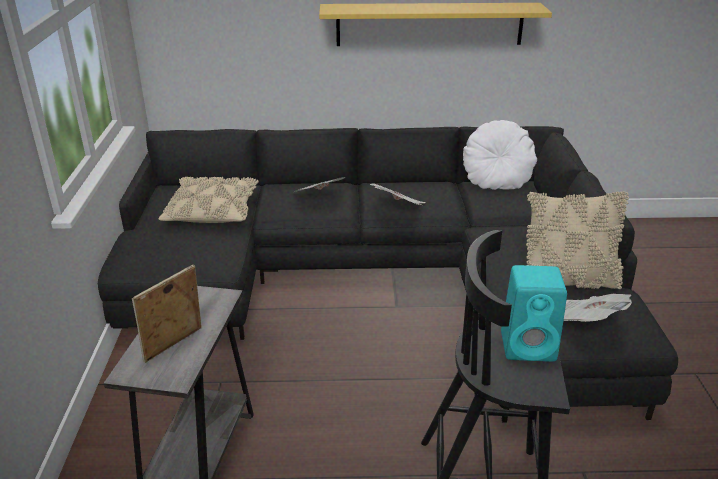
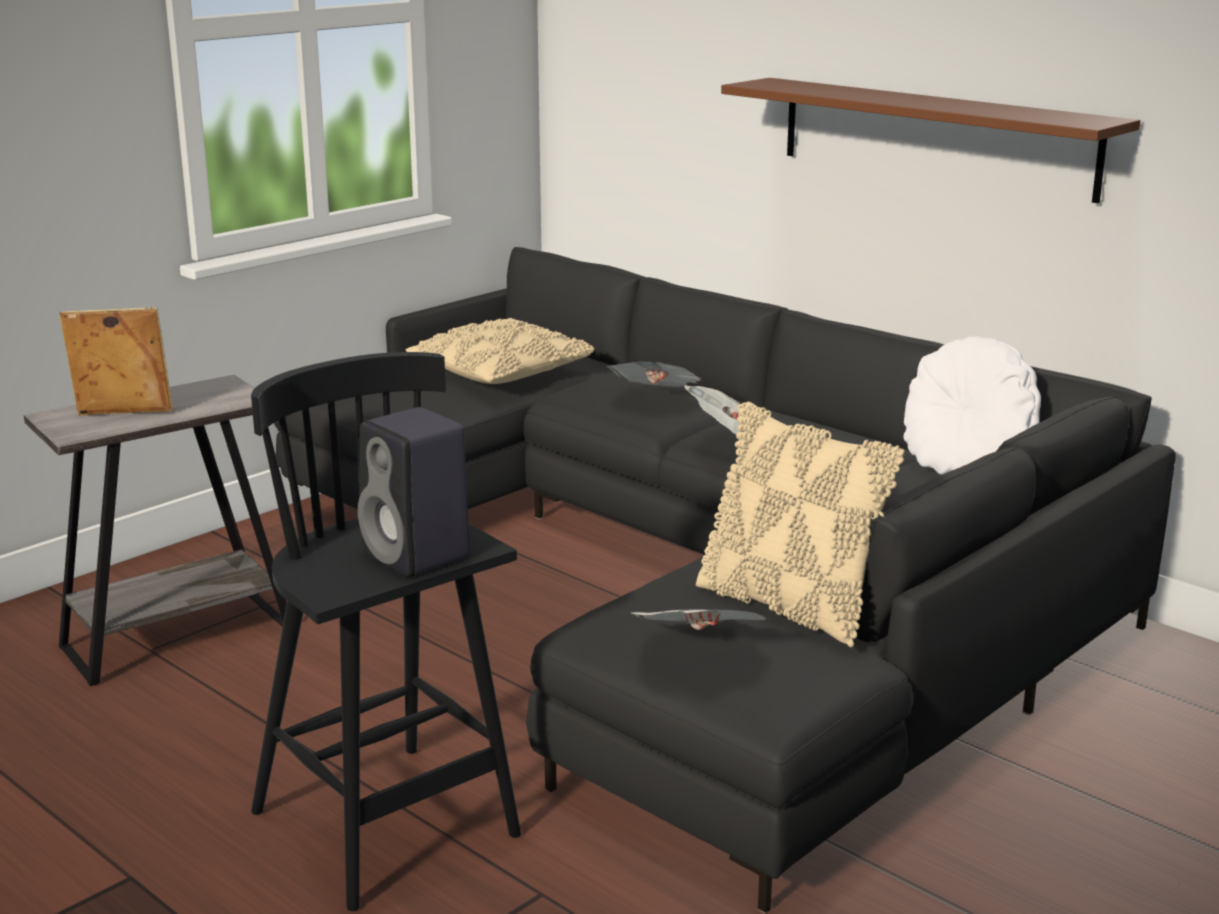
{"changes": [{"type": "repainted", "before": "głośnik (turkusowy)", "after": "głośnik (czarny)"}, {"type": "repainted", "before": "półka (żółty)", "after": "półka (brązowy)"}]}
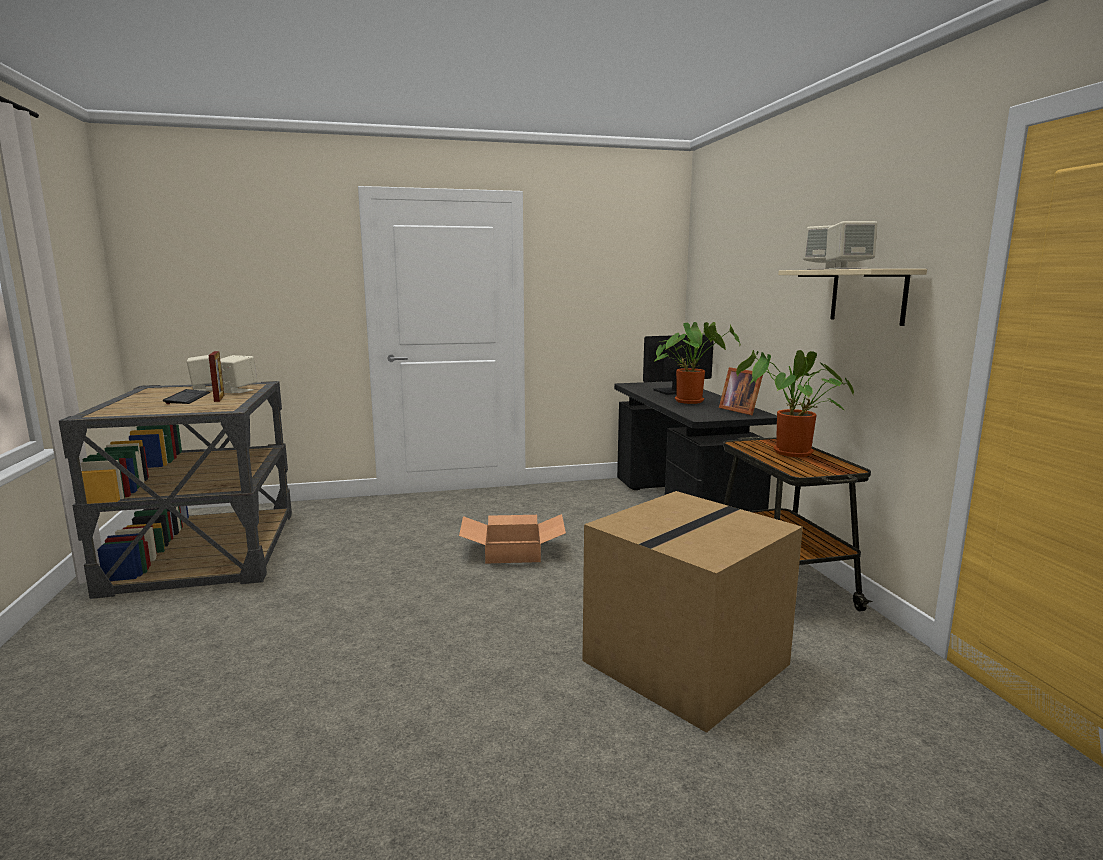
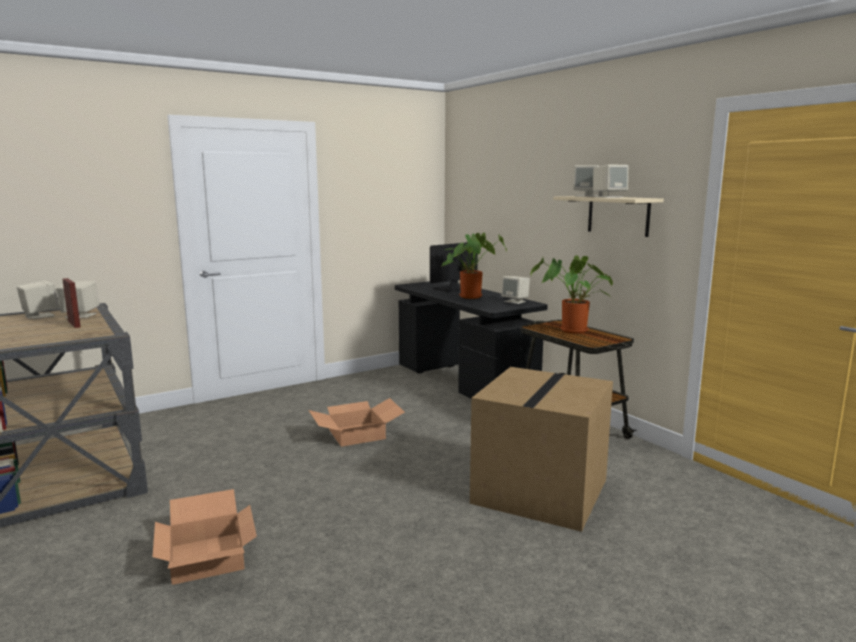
{"changes": [{"type": "new", "after": "karton (no. 1 from left)"}, {"type": "swapped", "before": "ramka na zdjęcie (no. 2 from left)", "after": "głośnik (beżowy) (no. 3 from left)"}, {"type": "gone", "before": "klawiatura"}]}
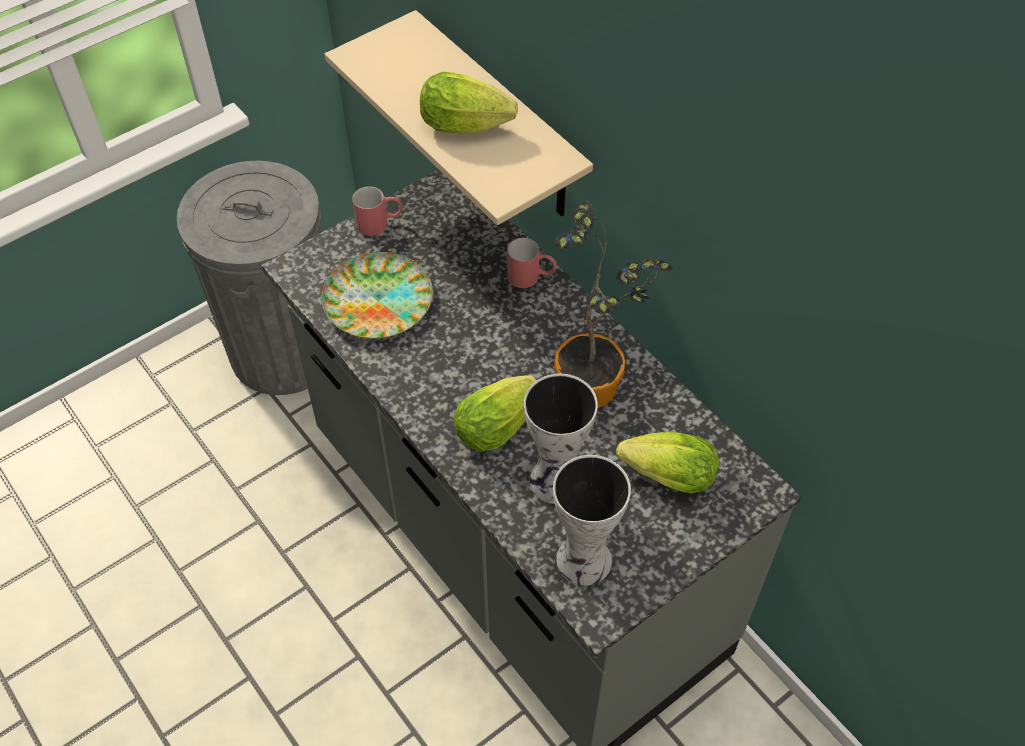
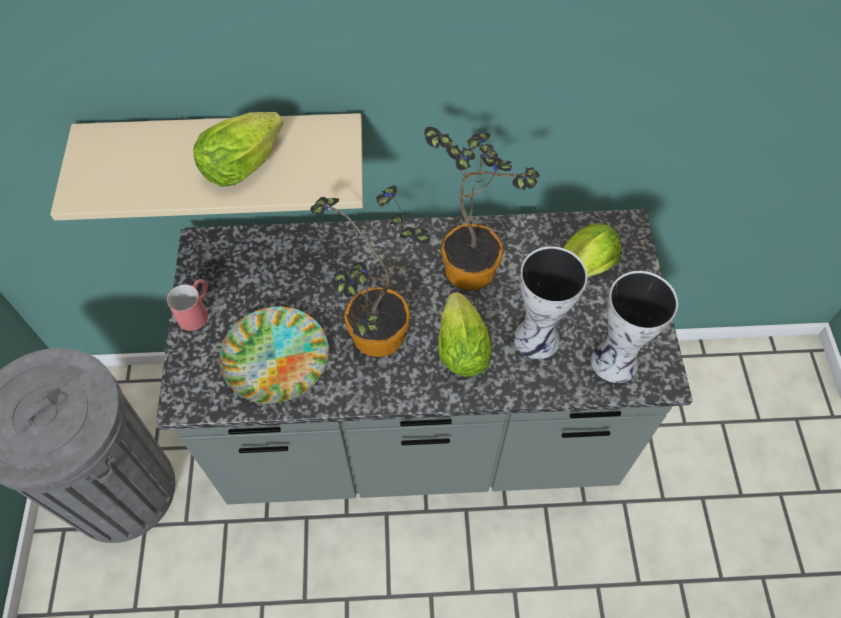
{"changes": [{"type": "new", "after": "roślina doniczkowa (no. 1 from left)"}, {"type": "gone", "before": "kubek (czerwony) (no. 2 from left)"}]}
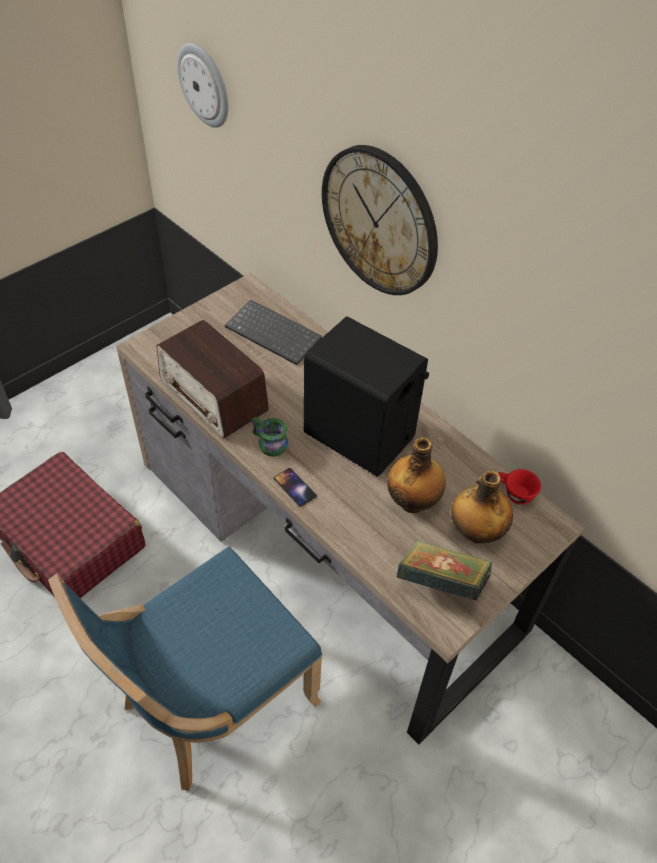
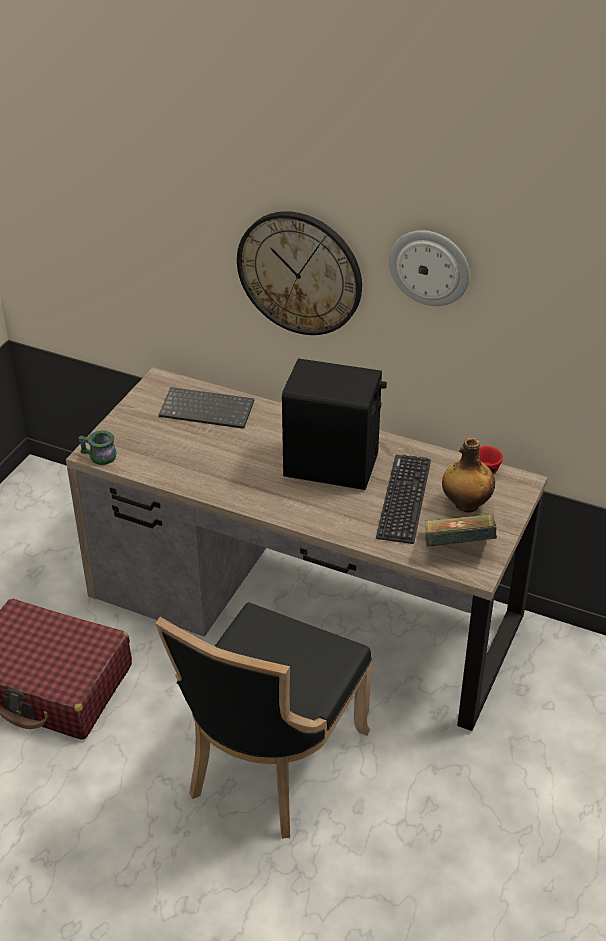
{"changes": [{"type": "shifted", "before": "kubek (zielony)"}, {"type": "repainted", "before": "krzesło (niebieski)", "after": "krzesło (czarny)"}, {"type": "swapped", "before": "butelka (no. 1 from left)", "after": "klawiatura (no. 2 from left)"}, {"type": "shifted", "before": "zegar ścienny (no. 1 from left in the first image)", "after": "zegar ścienny (no. 2 from left)"}, {"type": "gone", "before": "radio"}, {"type": "gone", "before": "telefon"}]}
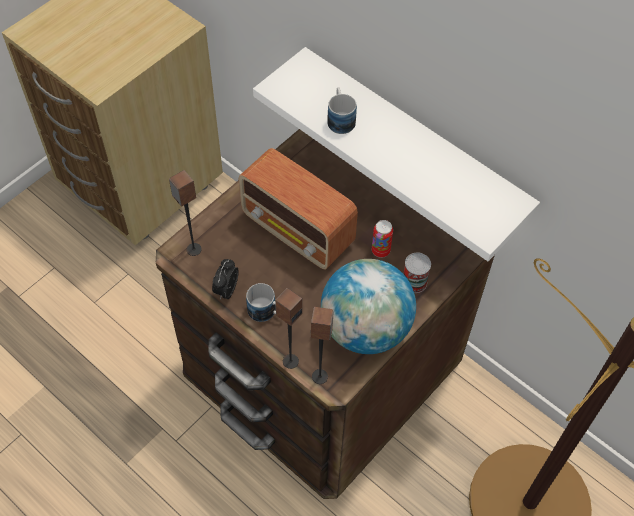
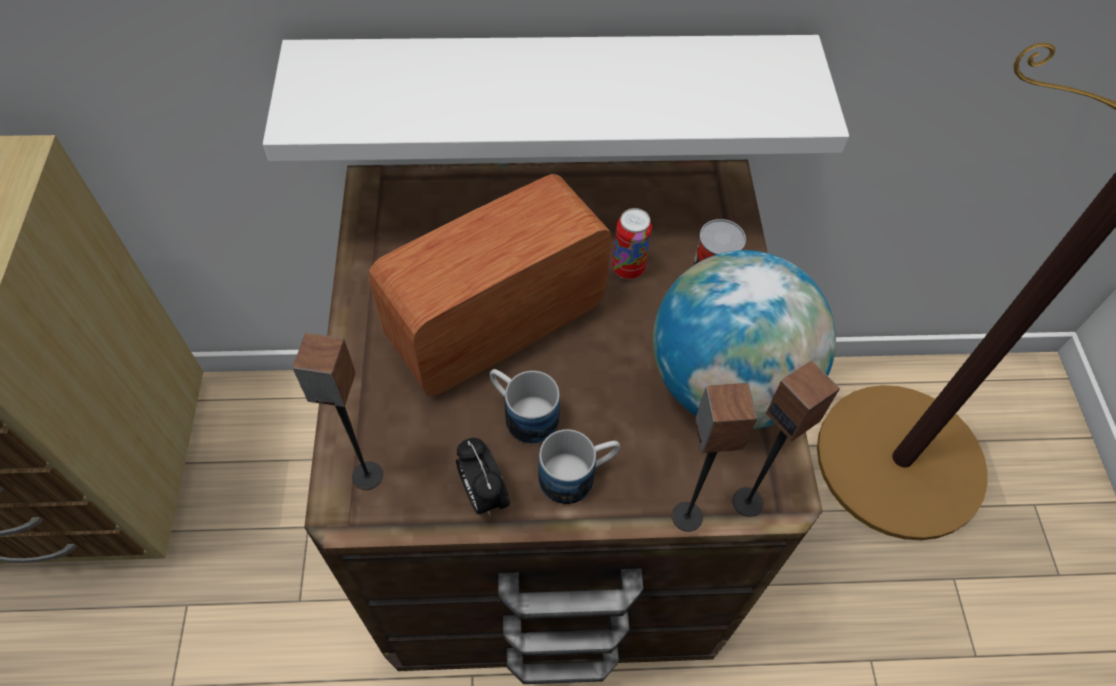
{"changes": [{"type": "rotated", "before": "radio", "turn": 150}, {"type": "shifted", "before": "kubek (no. 2 from left in the first image)", "after": "kubek (no. 1 from left)"}]}
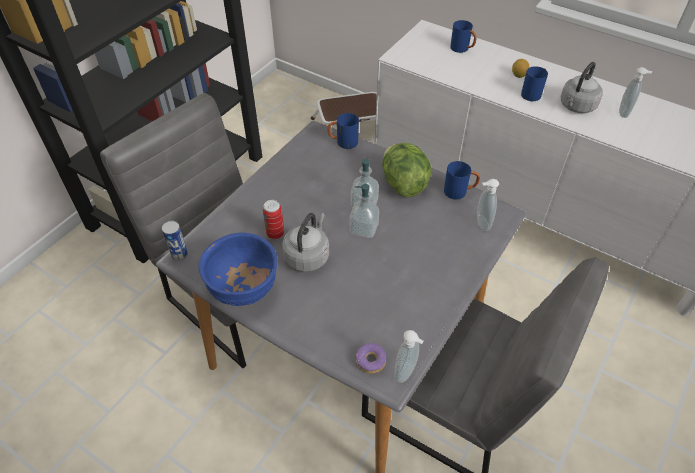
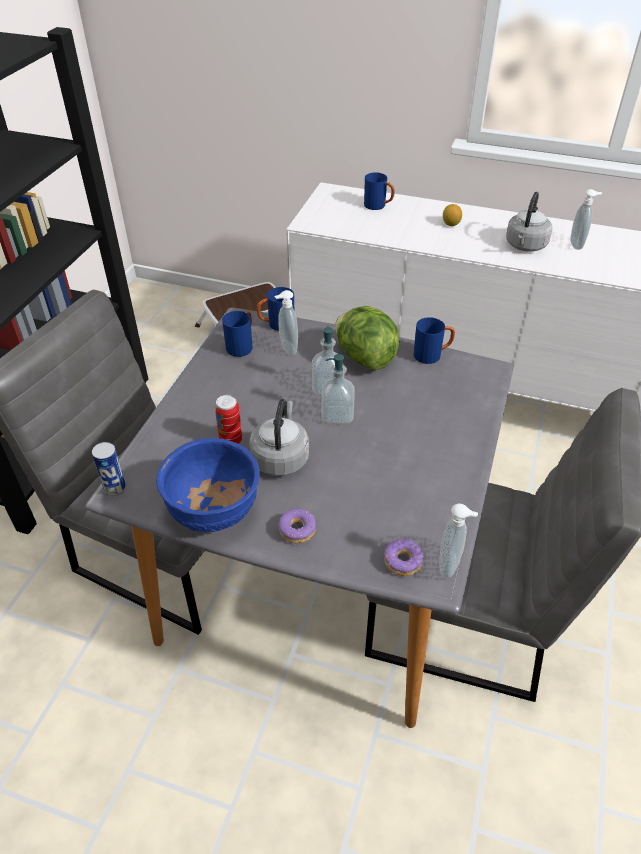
{"changes": [{"type": "shifted", "before": "kubek (niebieski) (no. 4 from left in the first image)", "after": "kubek (niebieski) (no. 1 from left)"}, {"type": "shifted", "before": "dozownik mydła (no. 4 from left in the first image)", "after": "dozownik mydła (no. 1 from left)"}, {"type": "new", "after": "donut (no. 1 from left)"}]}
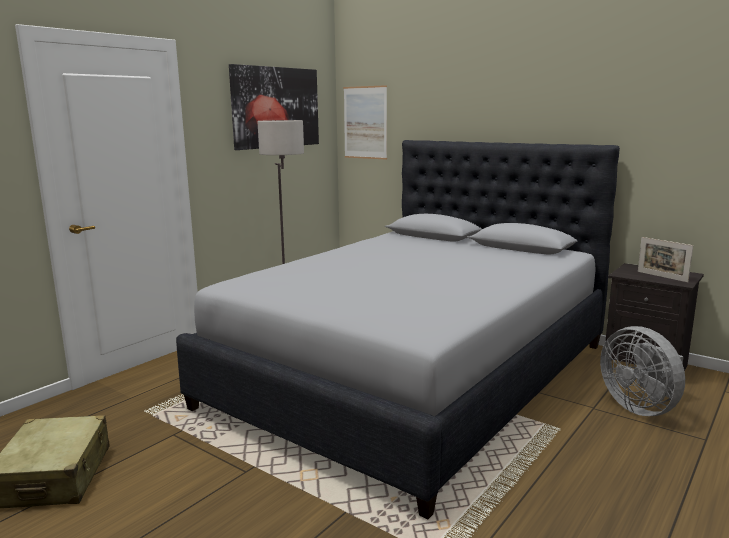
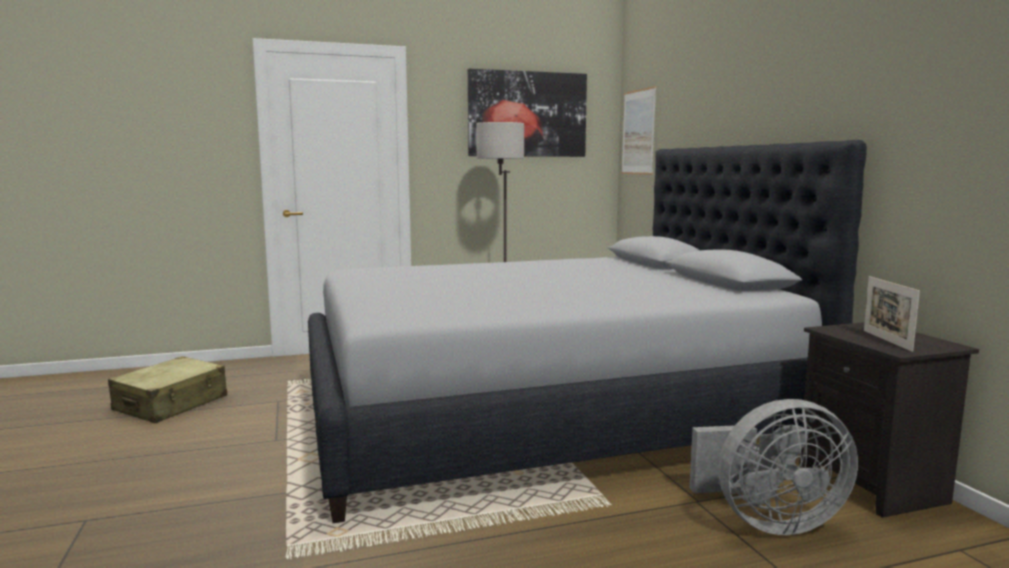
{"changes": [{"type": "rotated", "before": "wentylator (szary)", "turn": -105}]}
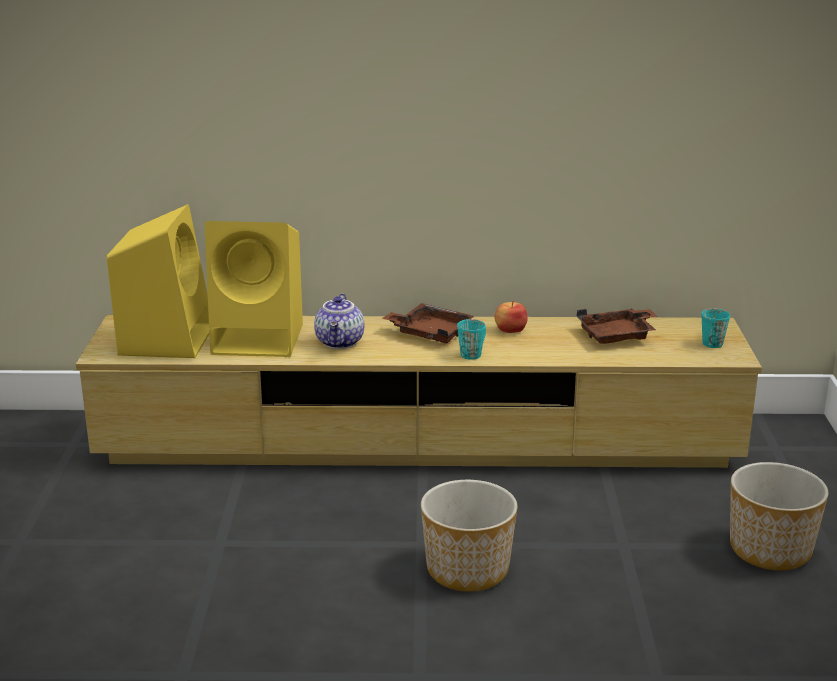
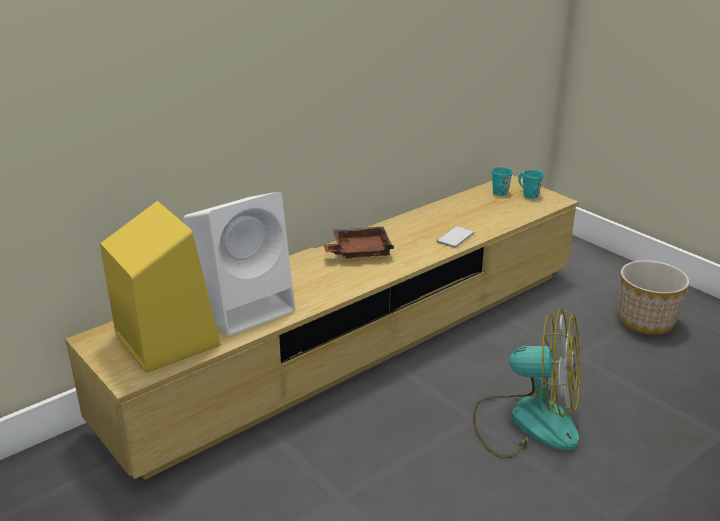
{"changes": [{"type": "repainted", "before": "głośnik (żółty) (no. 2 from left)", "after": "głośnik (biały)"}, {"type": "new", "after": "telefon"}, {"type": "swapped", "before": "donica (no. 1 from left)", "after": "wentylator"}, {"type": "shifted", "before": "kubek (turkusowy) (no. 1 from left)"}, {"type": "gone", "before": "imbryk"}, {"type": "gone", "before": "jabłko"}, {"type": "gone", "before": "taca (brązowy) (no. 2 from left)"}]}
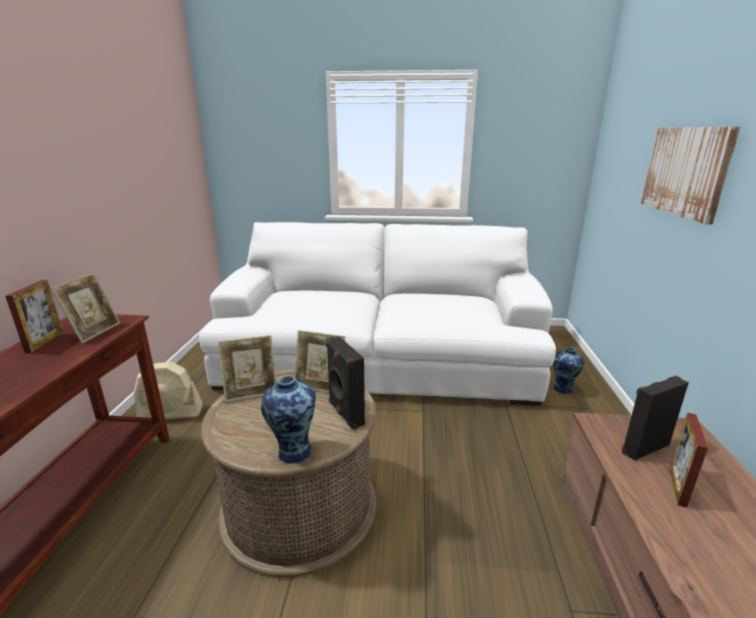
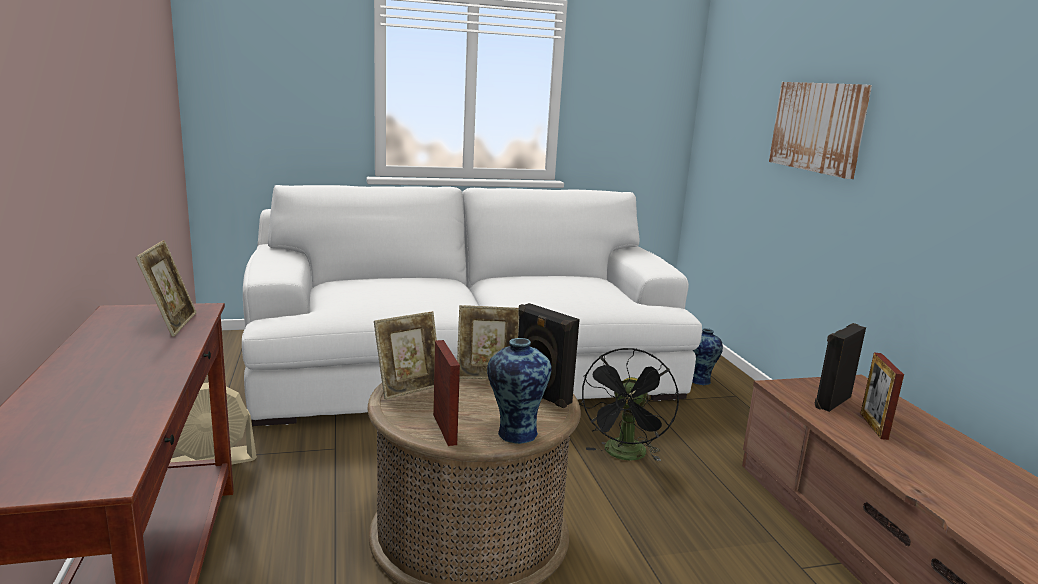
{"changes": [{"type": "shifted", "before": "ramka na zdjęcie (no. 1 from left in the first image)", "after": "ramka na zdjęcie (no. 3 from left)"}, {"type": "new", "after": "wentylator (czarny)"}]}
